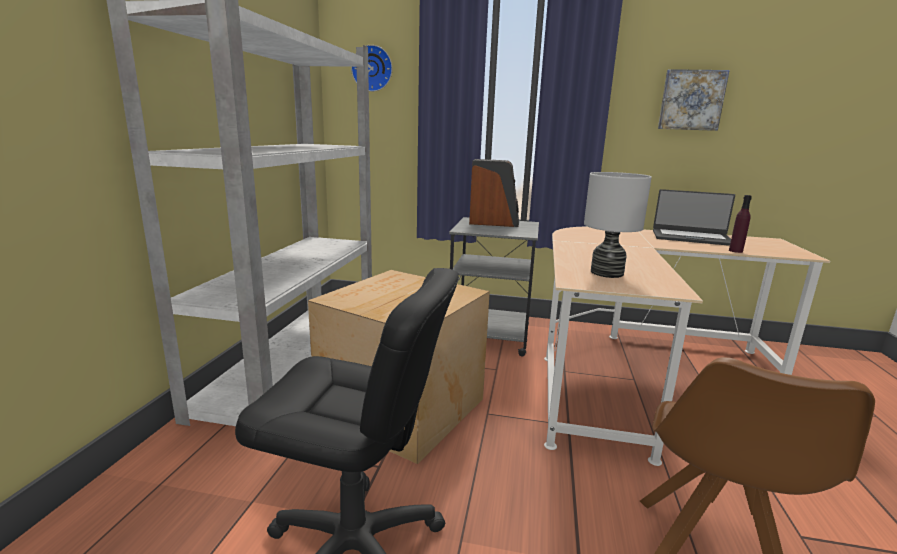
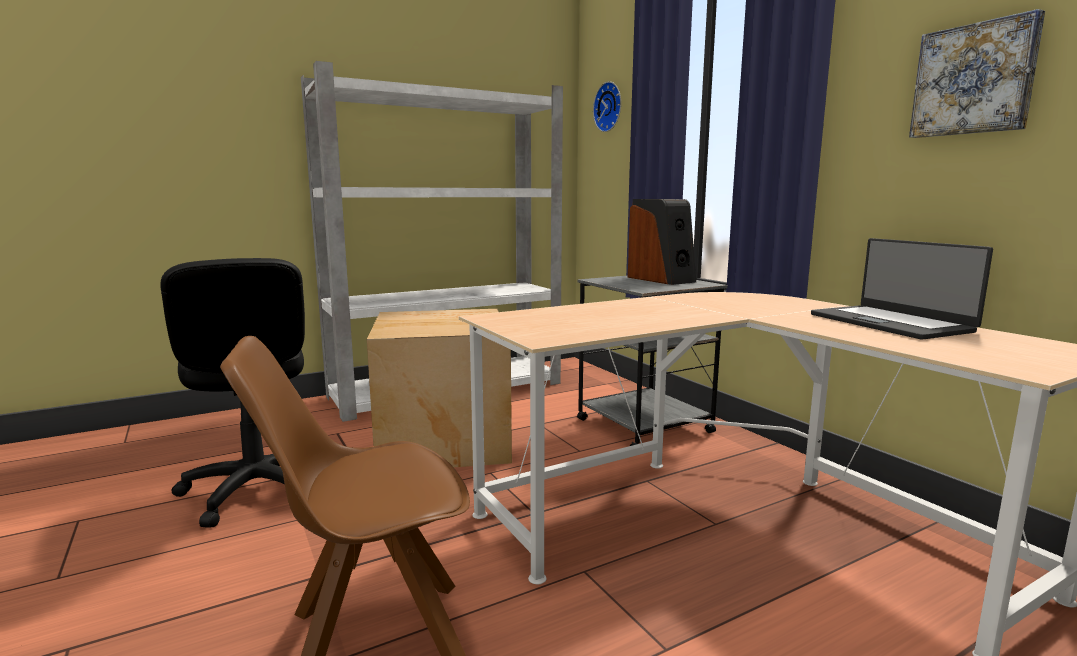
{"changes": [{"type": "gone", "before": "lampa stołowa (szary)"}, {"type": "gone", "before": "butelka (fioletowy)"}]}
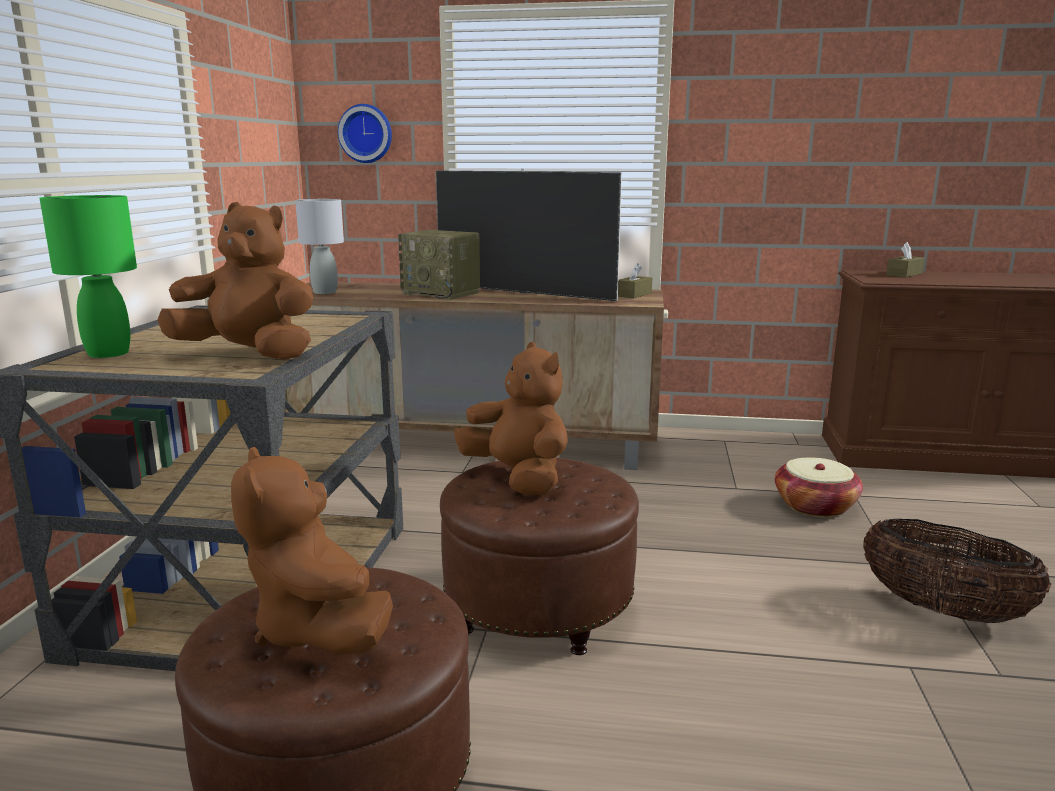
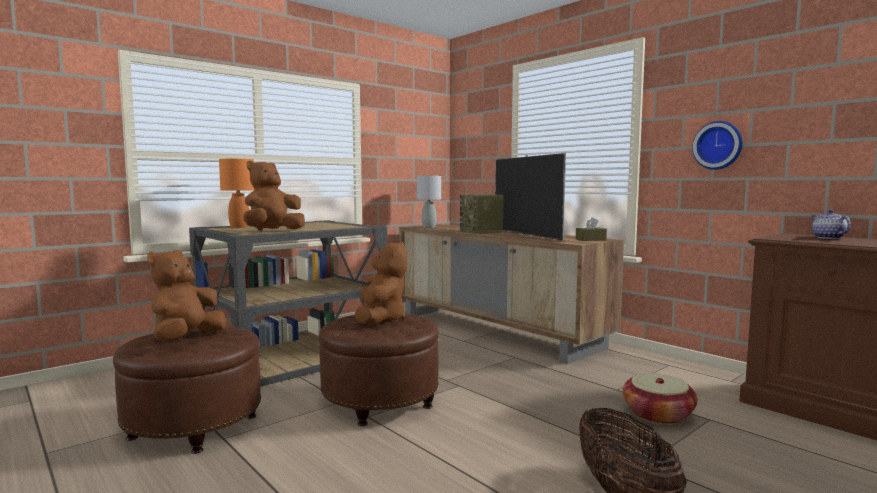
{"changes": [{"type": "repainted", "before": "lampa stołowa (zielony)", "after": "lampa stołowa (pomarańczowy)"}, {"type": "rotated", "before": "pluszak (brązowy) (no. 1 from left in the first image)", "turn": -105}, {"type": "shifted", "before": "zegar ścienny"}, {"type": "swapped", "before": "pudełko chusteczek (brązowy) (no. 2 from left)", "after": "imbryk"}]}
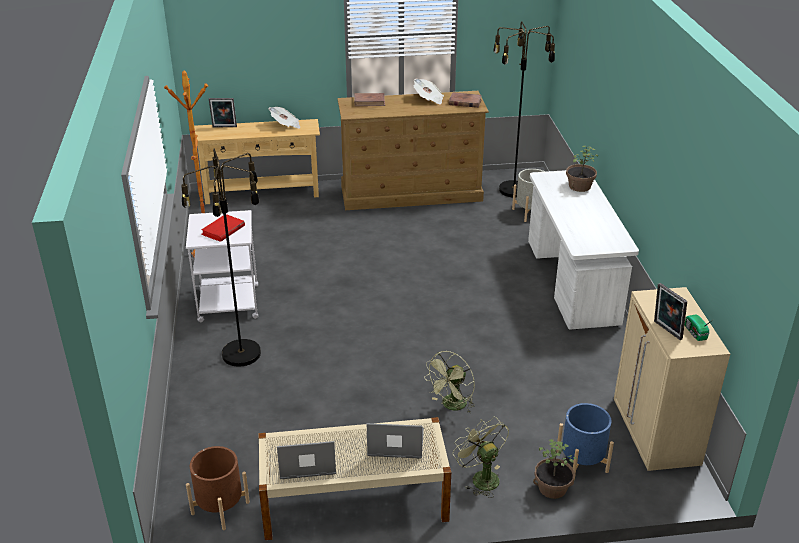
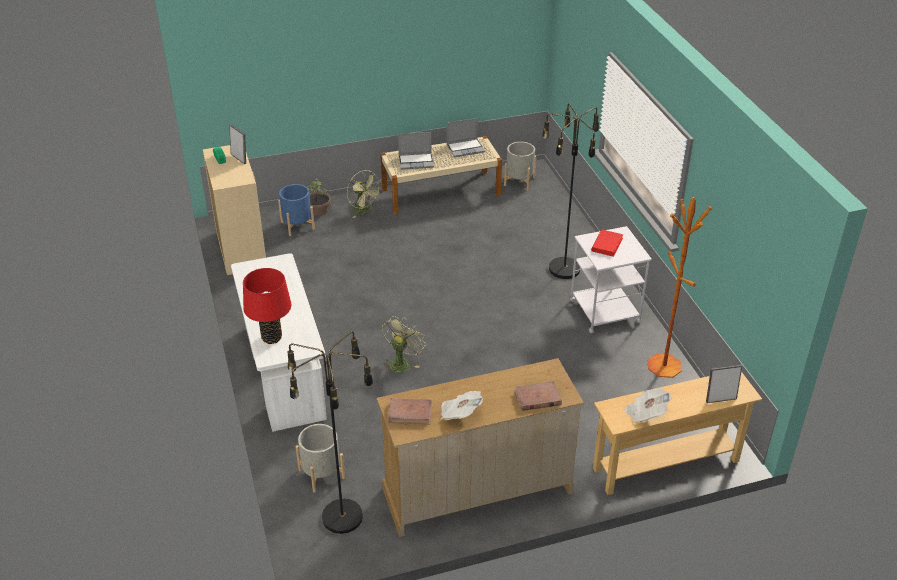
{"changes": [{"type": "swapped", "before": "roślina doniczkowa (no. 2 from left)", "after": "lampa stołowa (czerwony)"}, {"type": "shifted", "before": "wentylator (zielony) (no. 1 from left in the first image)", "after": "wentylator (zielony) (no. 2 from left)"}, {"type": "repainted", "before": "donica (brązowy)", "after": "donica (szary) (no. 2 from left)"}]}
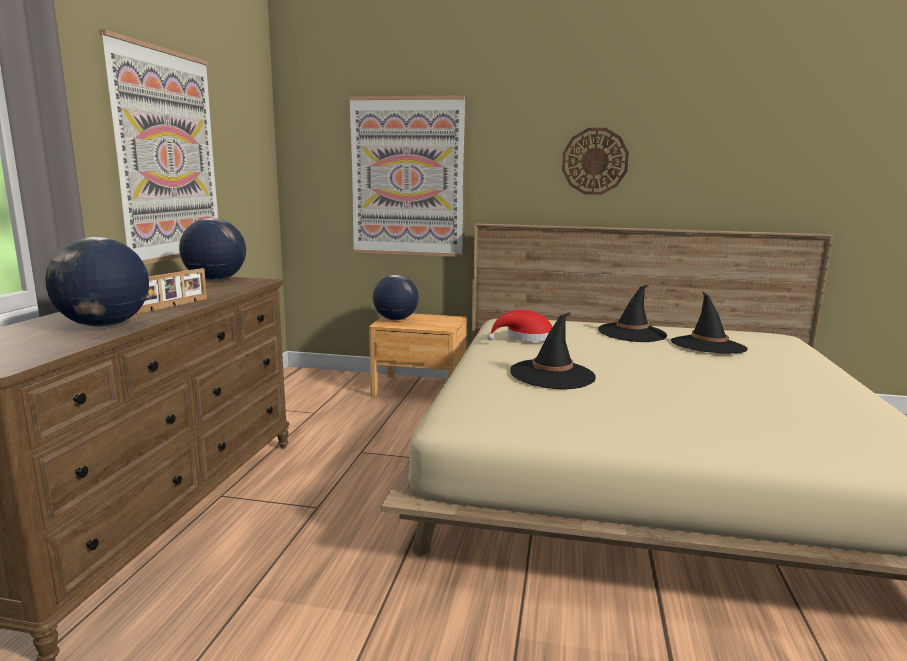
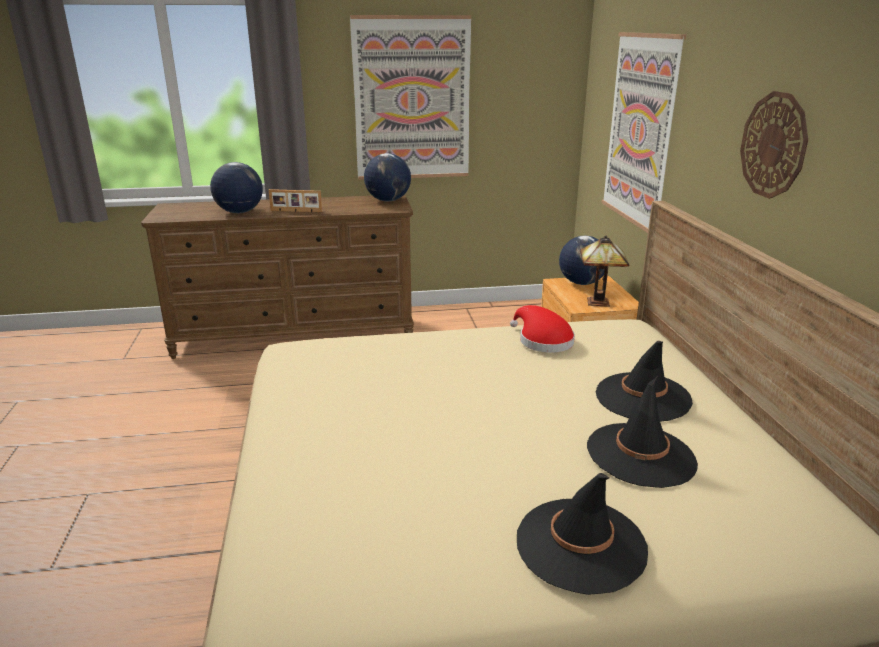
{"changes": [{"type": "shifted", "before": "kapelusz (czarny) (no. 1 from left)"}, {"type": "new", "after": "lampa stołowa"}]}
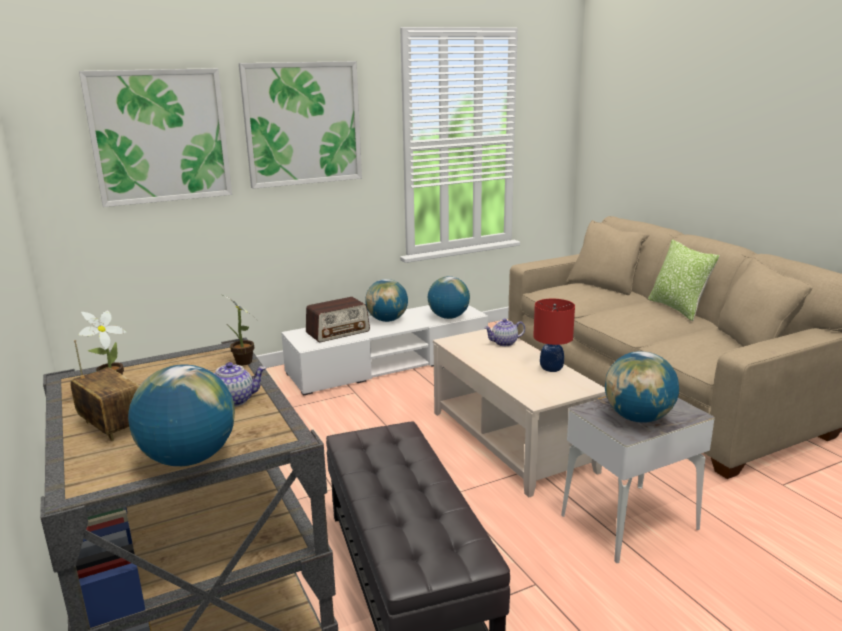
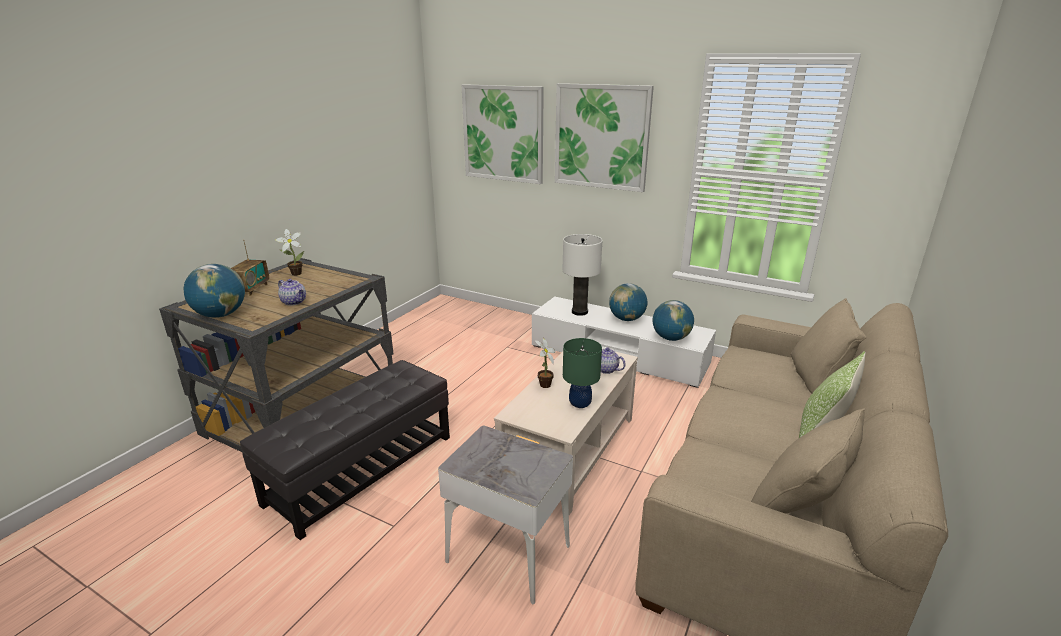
{"changes": [{"type": "shifted", "before": "roślina doniczkowa (no. 2 from left)"}, {"type": "swapped", "before": "radio (no. 2 from left)", "after": "lampa stołowa (biały)"}, {"type": "repainted", "before": "lampa stołowa (czerwony)", "after": "lampa stołowa (zielony)"}, {"type": "gone", "before": "globus (no. 4 from left)"}]}
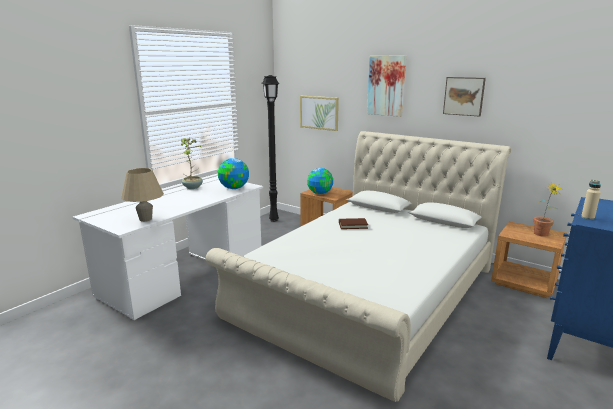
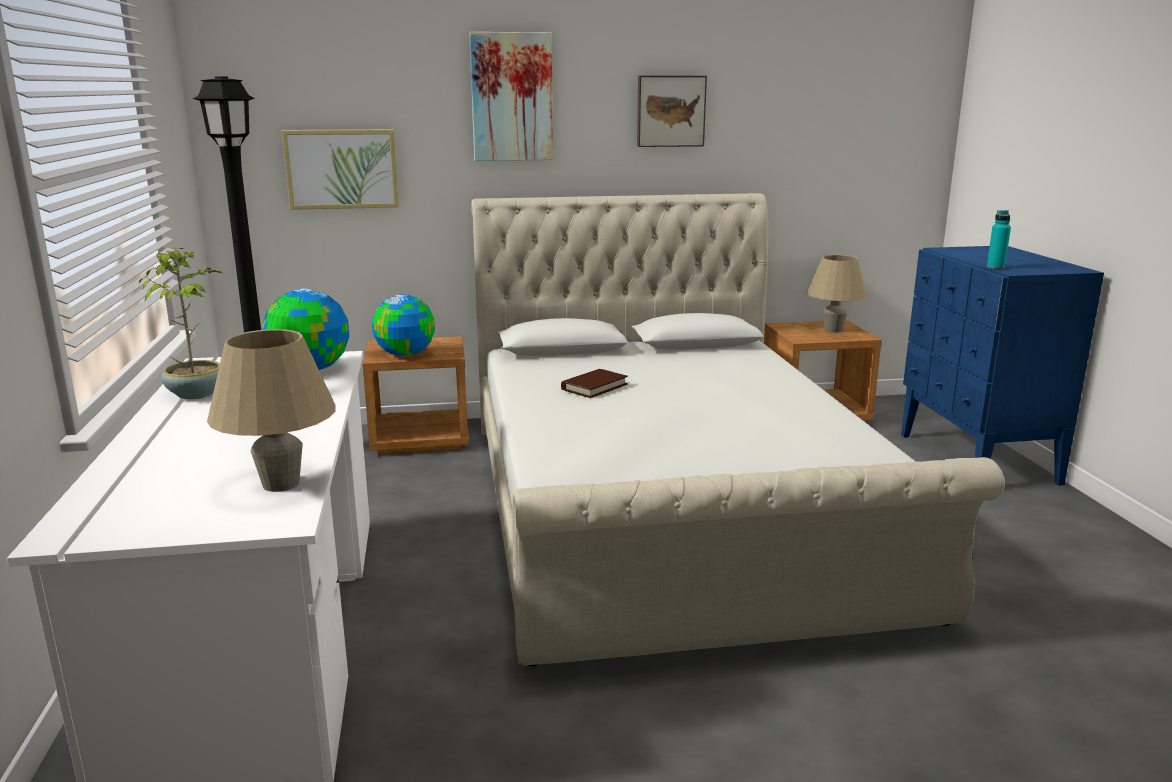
{"changes": [{"type": "swapped", "before": "roślina doniczkowa (no. 2 from left)", "after": "lampa stołowa (beżowy) (no. 2 from left)"}, {"type": "repainted", "before": "butelka (beżowy)", "after": "butelka (turkusowy)"}]}
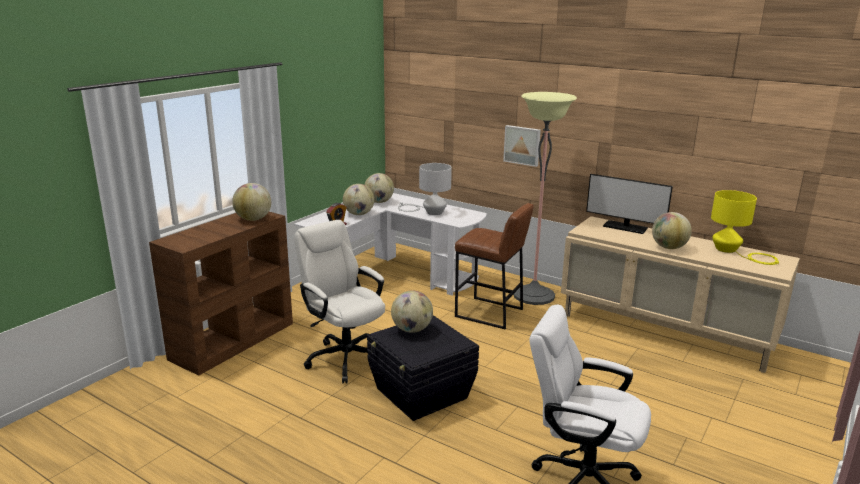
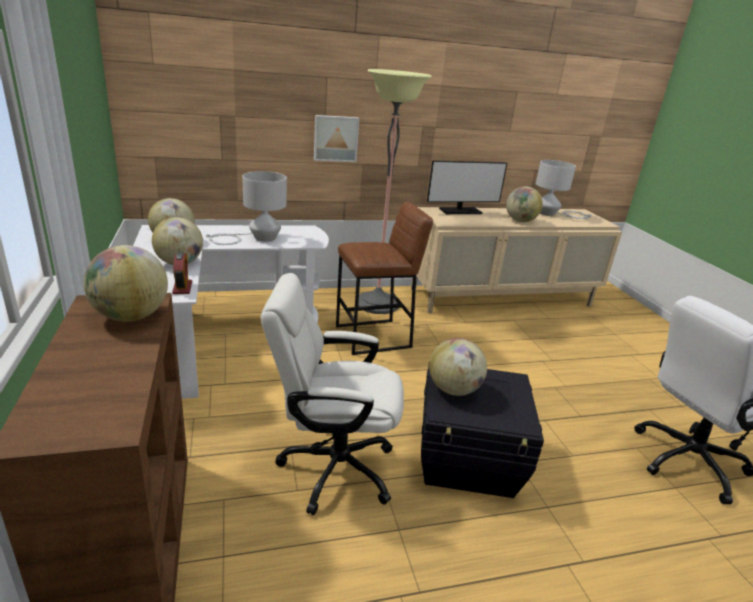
{"changes": [{"type": "repainted", "before": "lampa stołowa (żółty)", "after": "lampa stołowa (szary) (no. 2 from left)"}]}
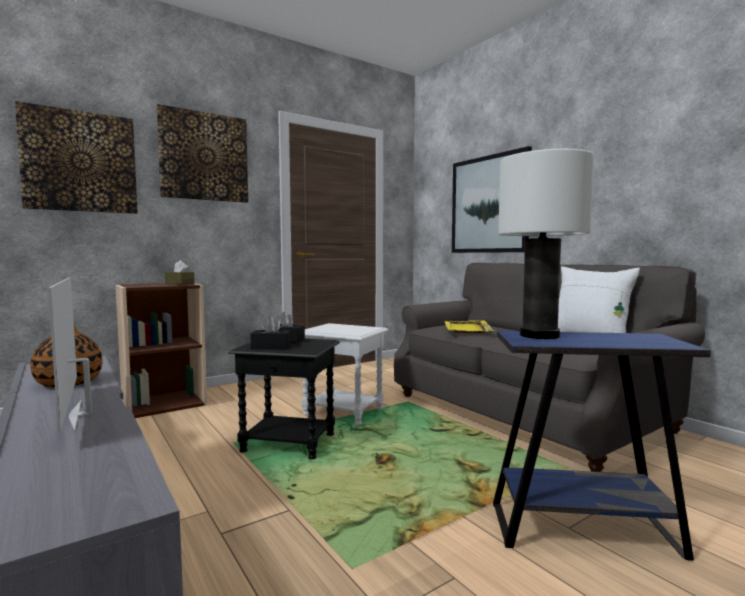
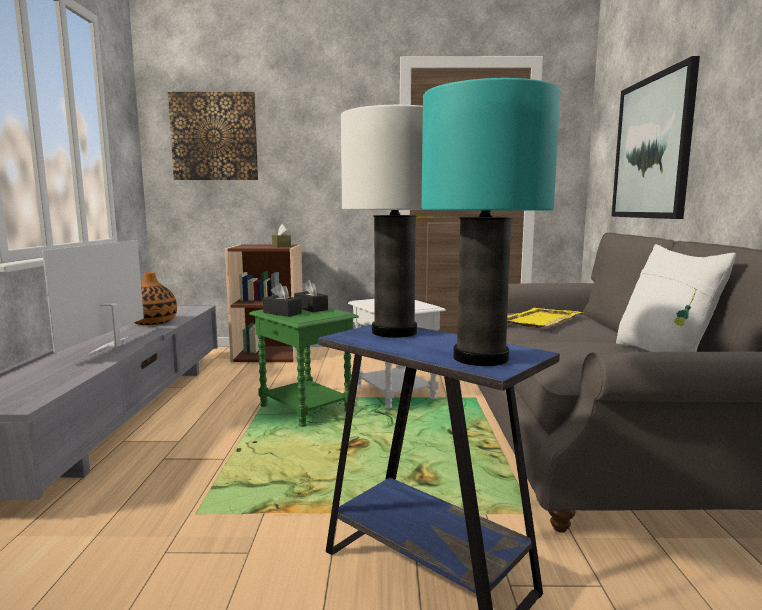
{"changes": [{"type": "repainted", "before": "stolik (czarny)", "after": "stolik (zielony)"}, {"type": "new", "after": "lampa stołowa (turkusowy)"}, {"type": "gone", "before": "obraz (no. 2 from left)"}]}
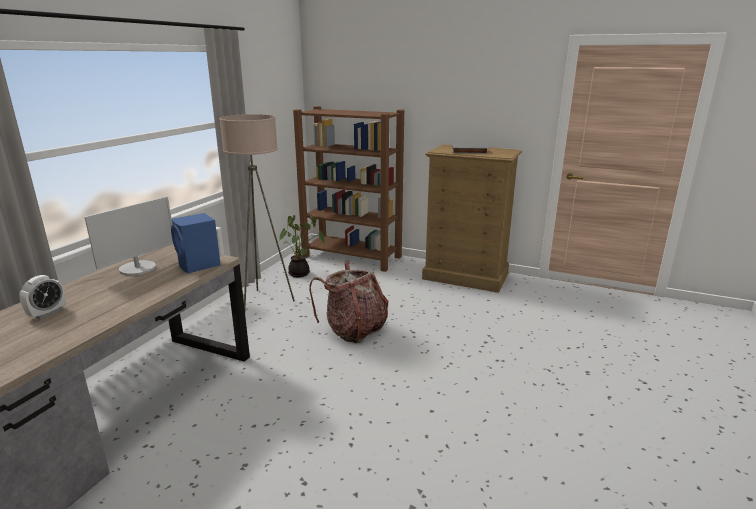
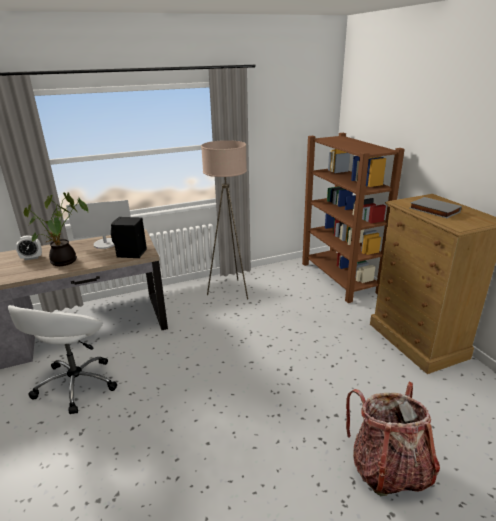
{"changes": [{"type": "new", "after": "krzesło biurowe (biały)"}, {"type": "shifted", "before": "roślina doniczkowa"}, {"type": "repainted", "before": "głośnik (niebieski)", "after": "głośnik (czarny)"}, {"type": "shifted", "before": "plecak"}]}
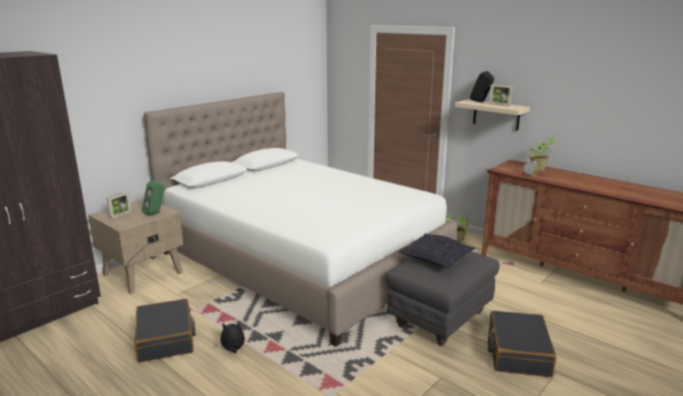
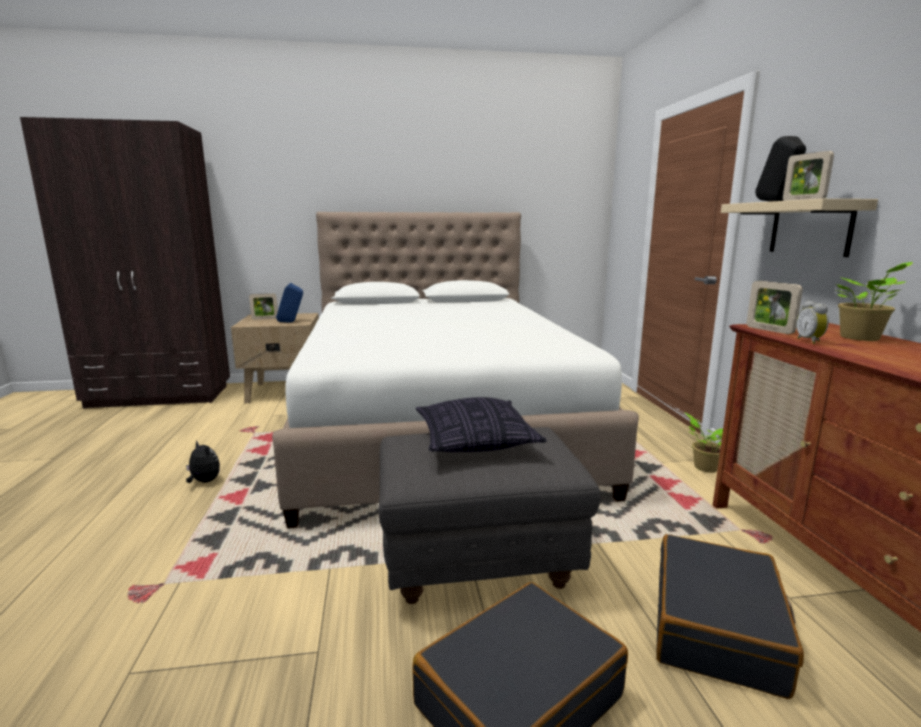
{"changes": [{"type": "repainted", "before": "głośnik (zielony)", "after": "głośnik (niebieski)"}, {"type": "shifted", "before": "walizka (czarny) (no. 1 from left in the first image)", "after": "walizka (czarny) (no. 2 from left)"}, {"type": "new", "after": "ramka na zdjęcie (no. 2 from left)"}]}
